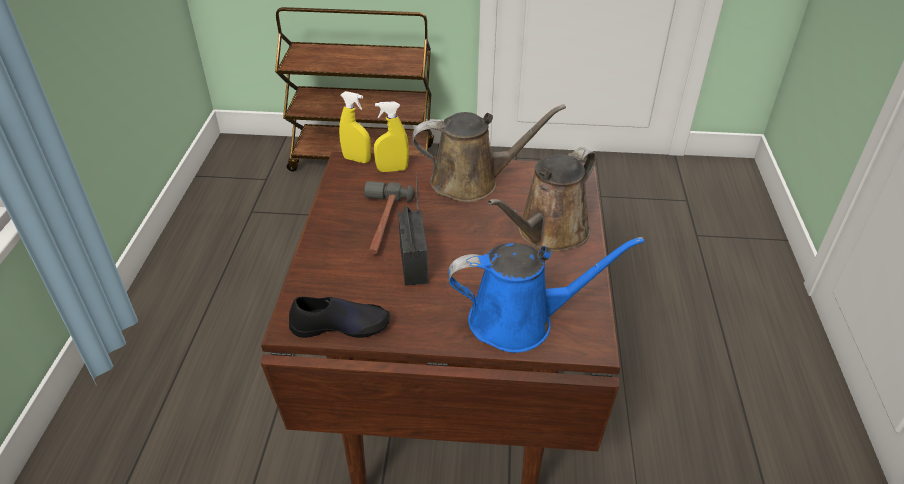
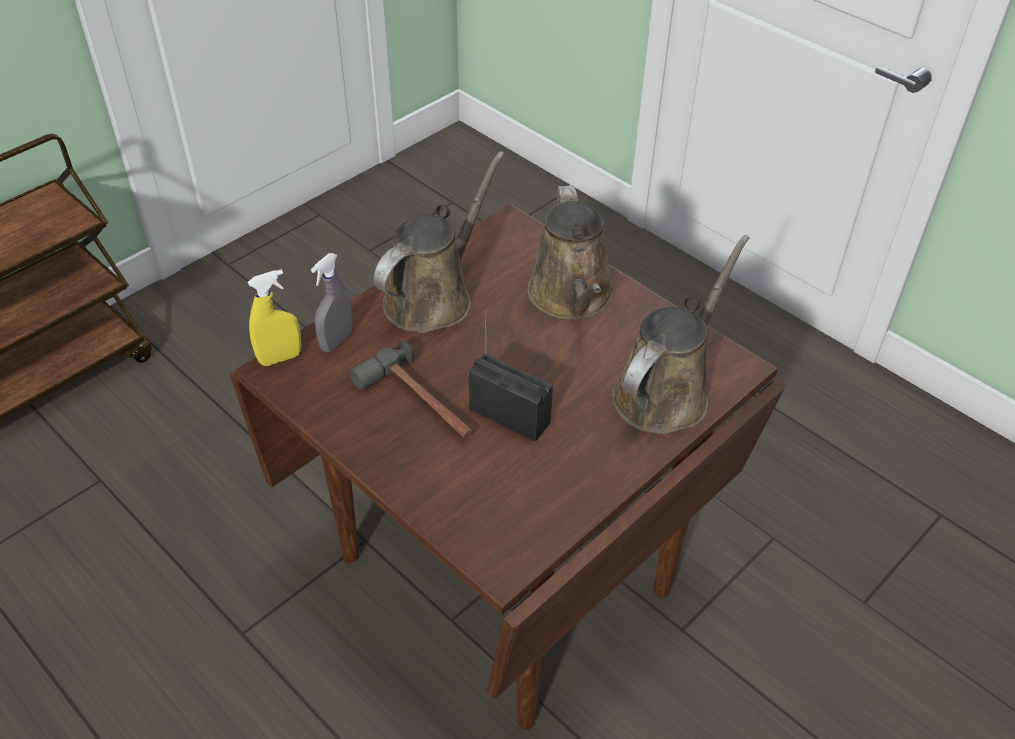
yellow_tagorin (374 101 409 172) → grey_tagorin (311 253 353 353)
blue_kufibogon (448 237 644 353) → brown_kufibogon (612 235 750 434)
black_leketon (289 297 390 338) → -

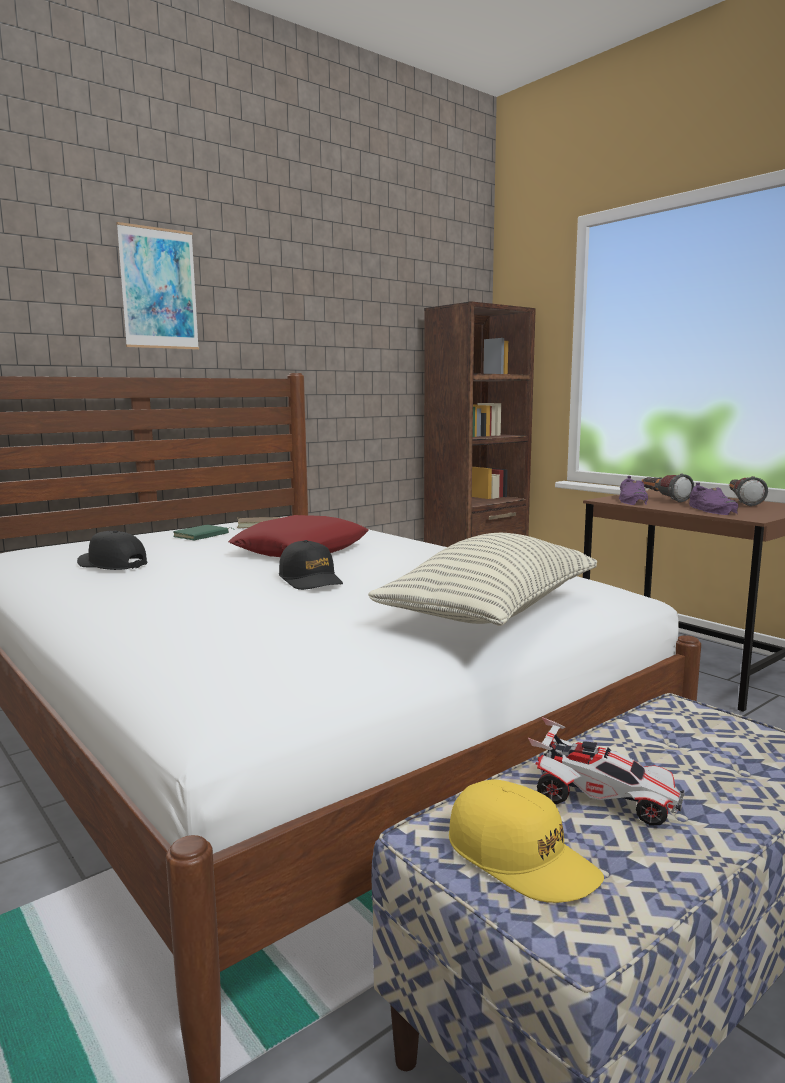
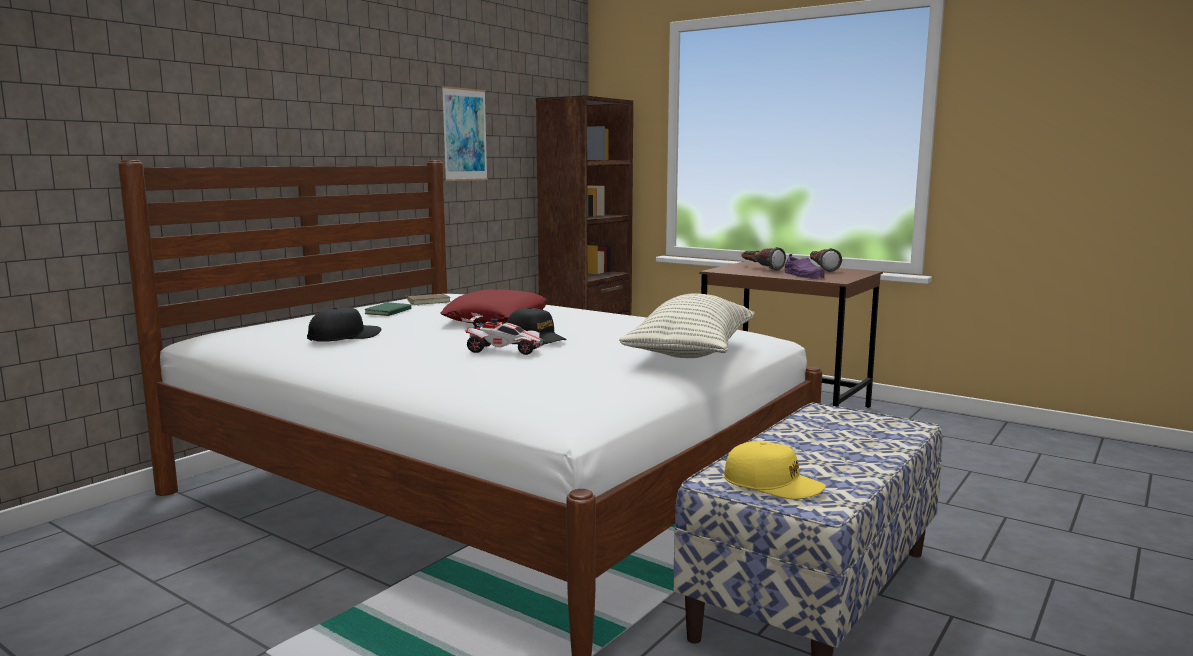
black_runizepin (77 530 147 570) → black_runizepin (307 307 382 342), 120 degrees clockwise
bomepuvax (116 222 199 350) → bomepuvax (442 86 488 181), shifted
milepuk (528 717 685 826) → milepuk (461 312 545 355), shifted
purple_leketon (619 476 648 505) → -

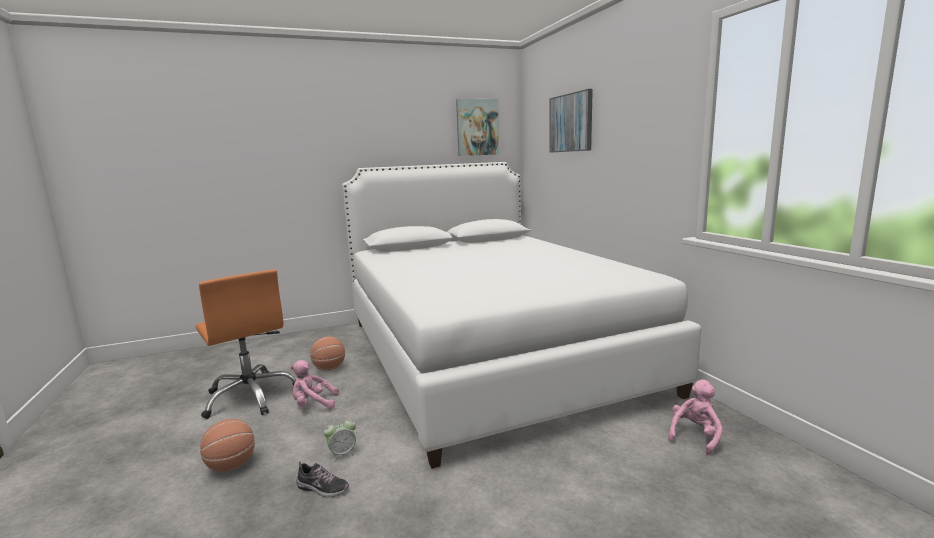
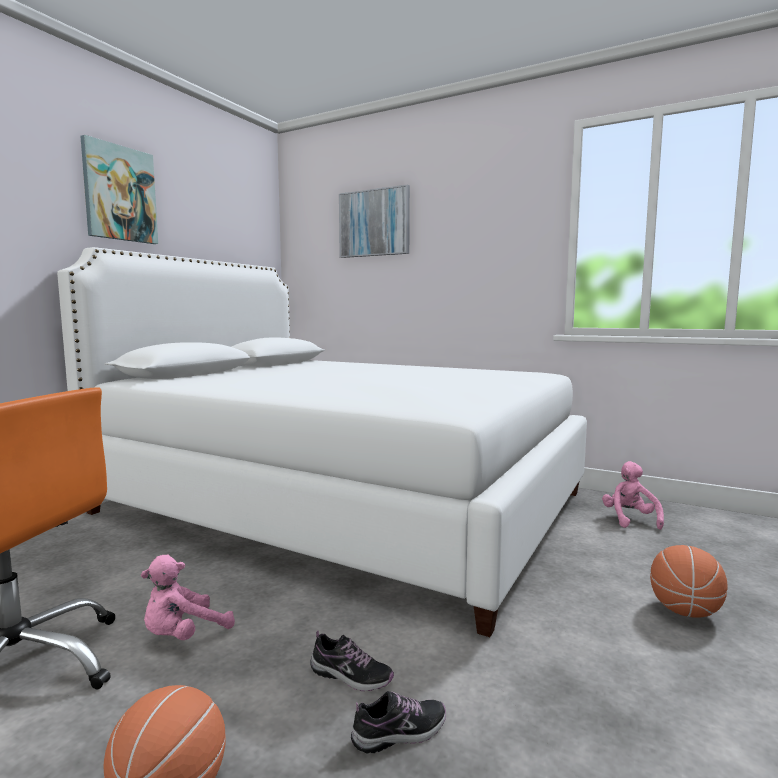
bomepuvax (456 99 499 156) → bomepuvax (80 135 158 244), shifted
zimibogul (324 417 358 462) → leketon (310 631 394 691)
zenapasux (310 336 345 371) → zenapasux (650 545 728 618), shifted

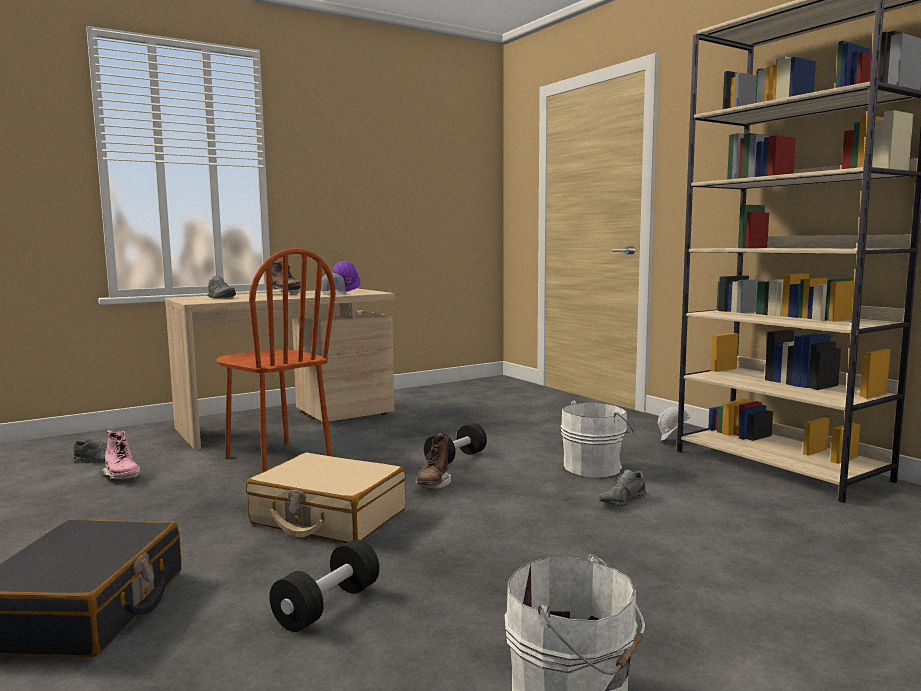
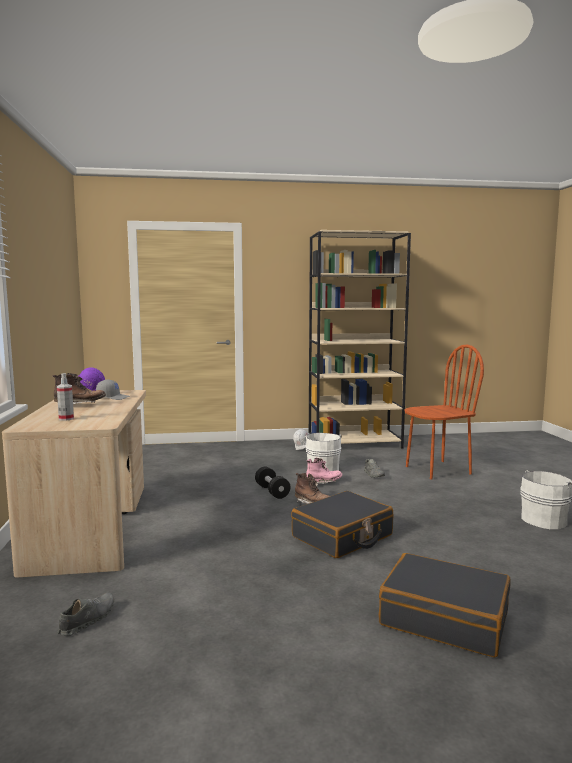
grey_leketon (207 275 236 298) → tagorin (57 373 74 421)
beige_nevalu (245 452 406 543) → black_nevalu (291 491 393 558)
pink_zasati (100 430 141 480) → pink_zasati (306 458 342 486), shifted
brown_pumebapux (216 248 336 473) → brown_pumebapux (405 345 484 480), shifted
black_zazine (269 539 380 632) → -

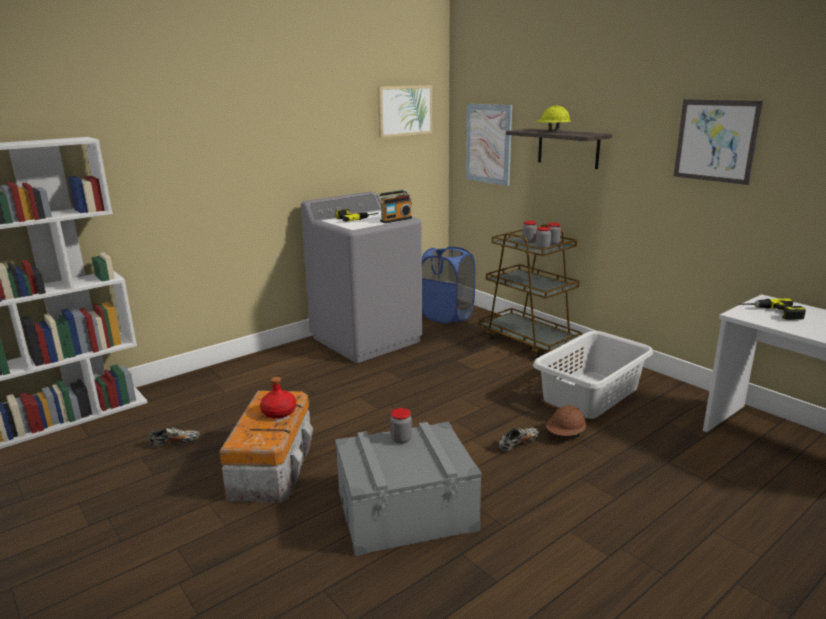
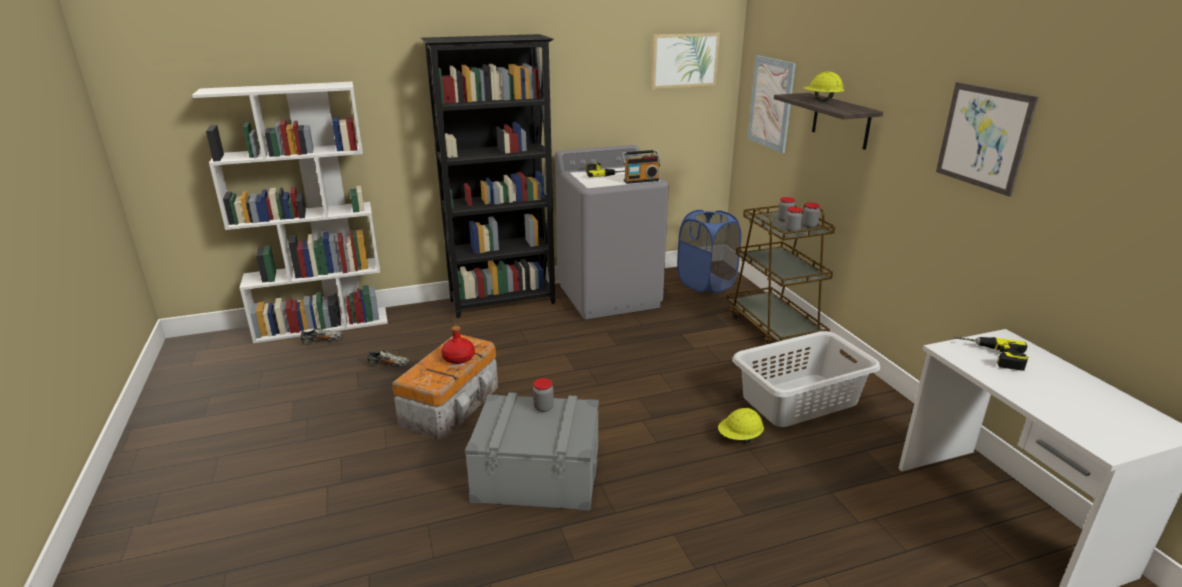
leketon (499 427 539 451) → leketon (300 328 344 345), shifted
- → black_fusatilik (420 34 555 318)
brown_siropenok (546 405 586 437) → yellow_siropenok (718 408 764 443)

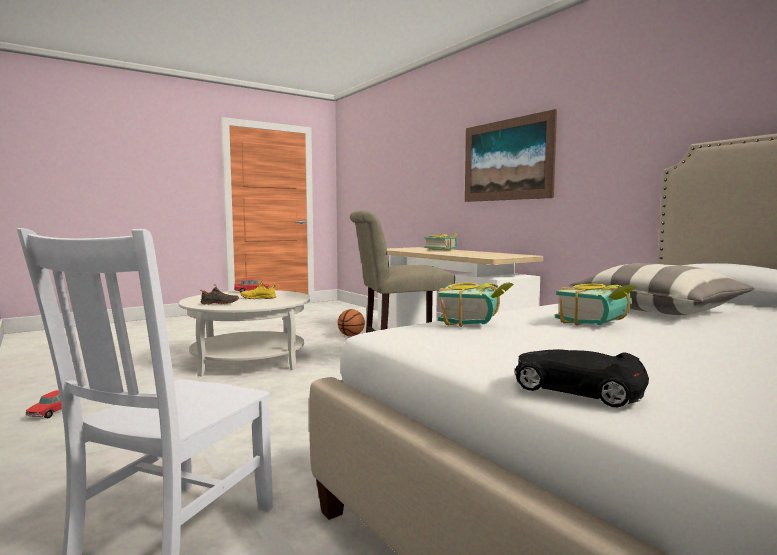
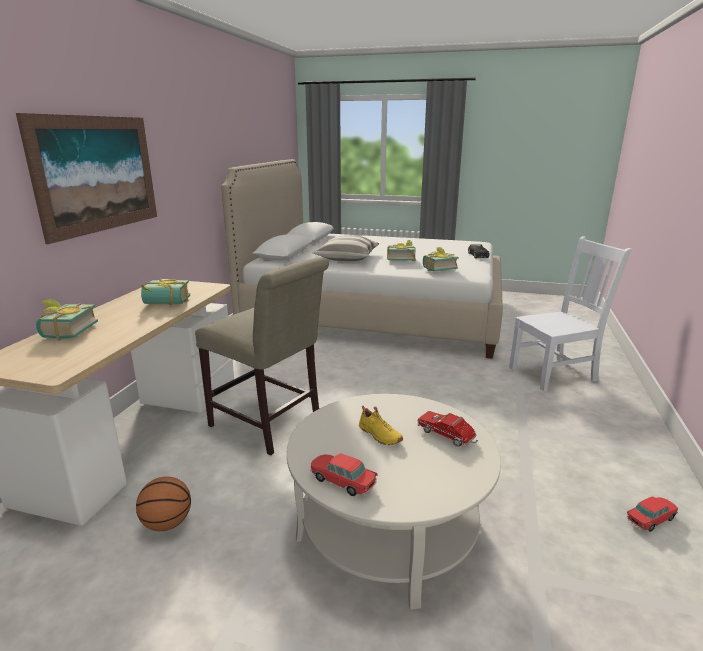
- → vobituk (141 279 190 305)
black_leketon (200 284 239 304) → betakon (417 411 478 447)

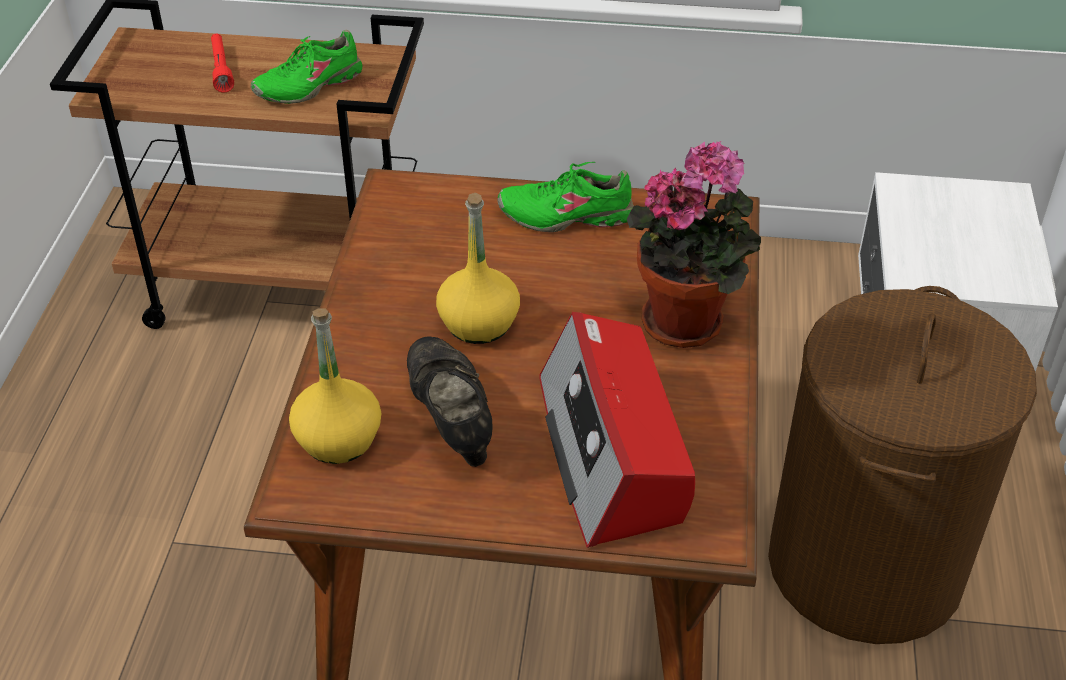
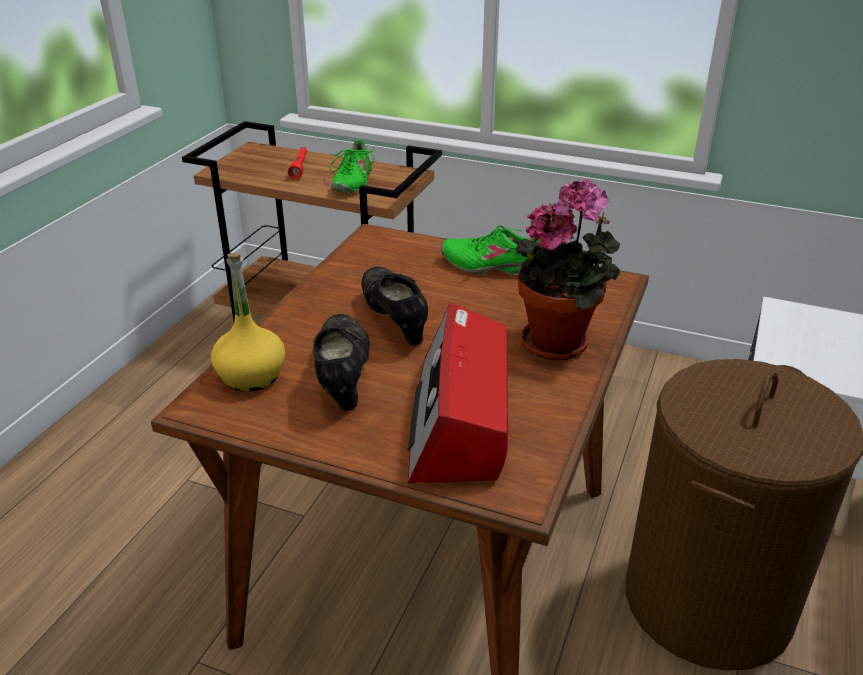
green_leketon (251 29 362 104) → green_leketon (330 139 376 192), 60 degrees counterclockwise
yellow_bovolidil (436 193 520 344) → black_leketon (362 267 428 346)

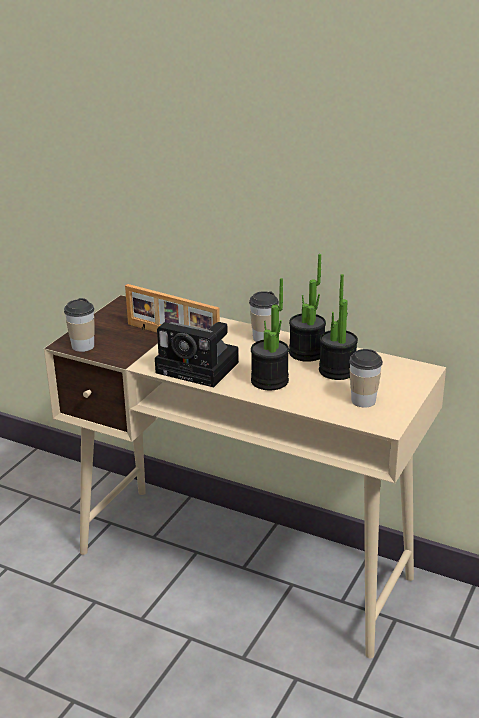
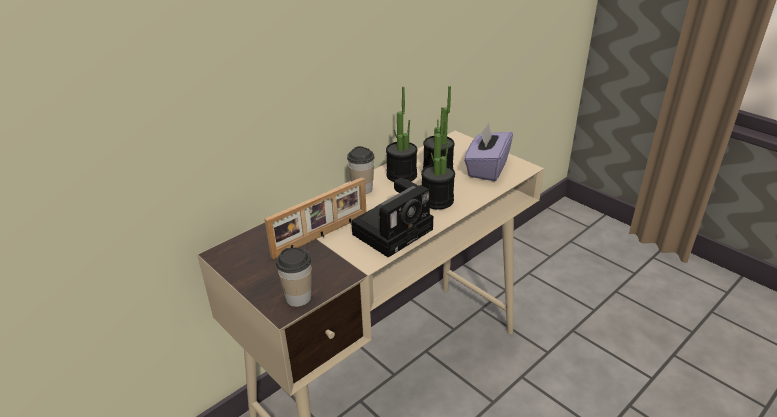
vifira (349 349 383 407) → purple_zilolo (464 123 513 181)

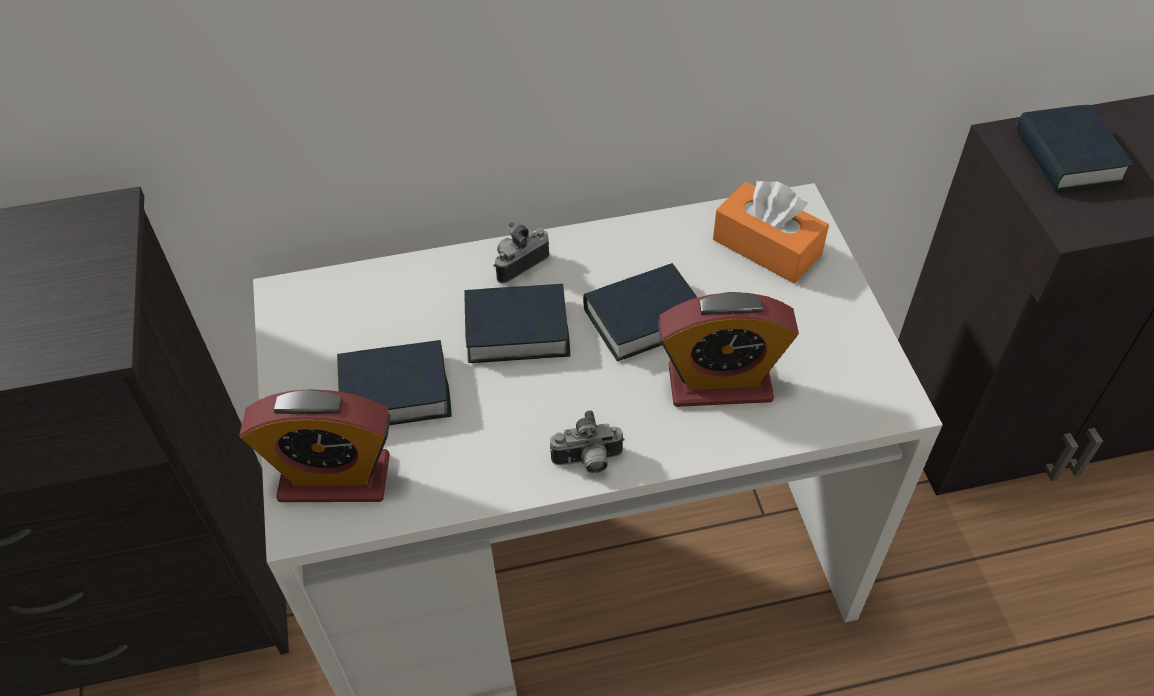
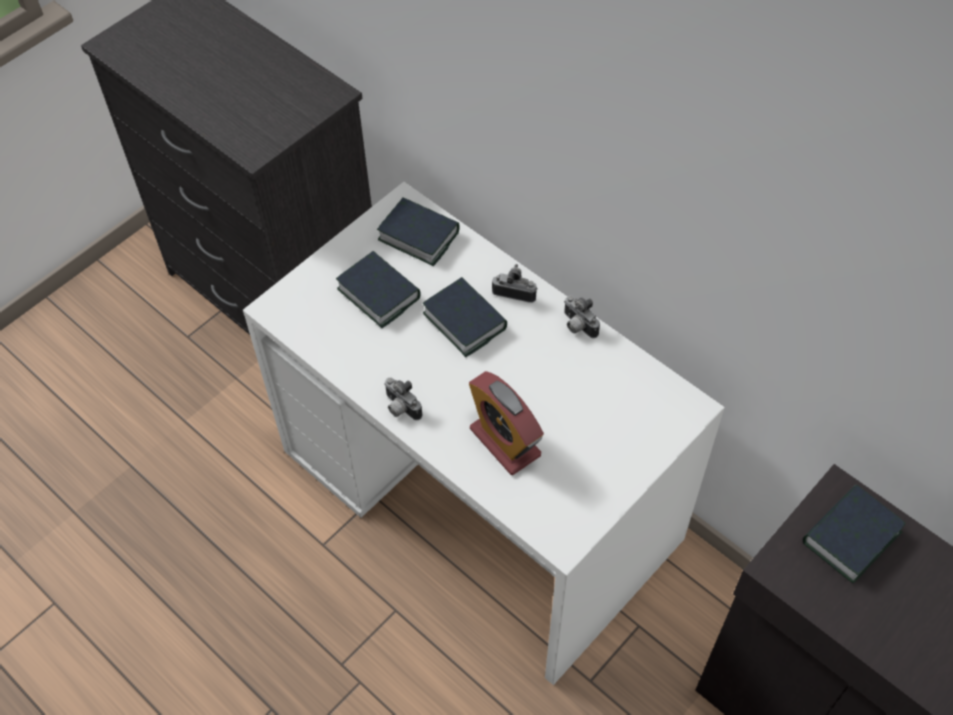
vobituk (583 263 698 361) → vobituk (377 197 460 266), shifted
- → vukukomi (564 295 600 338)
zimibogul (239 389 391 502) → -
orange_zilolo (713 180 829 284) → -

